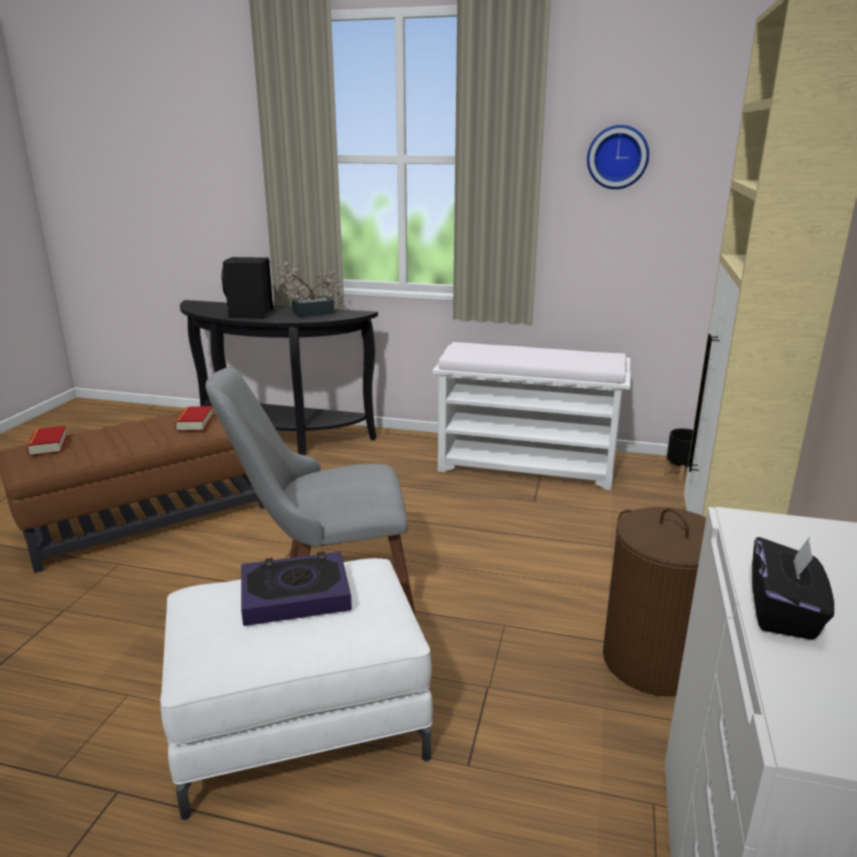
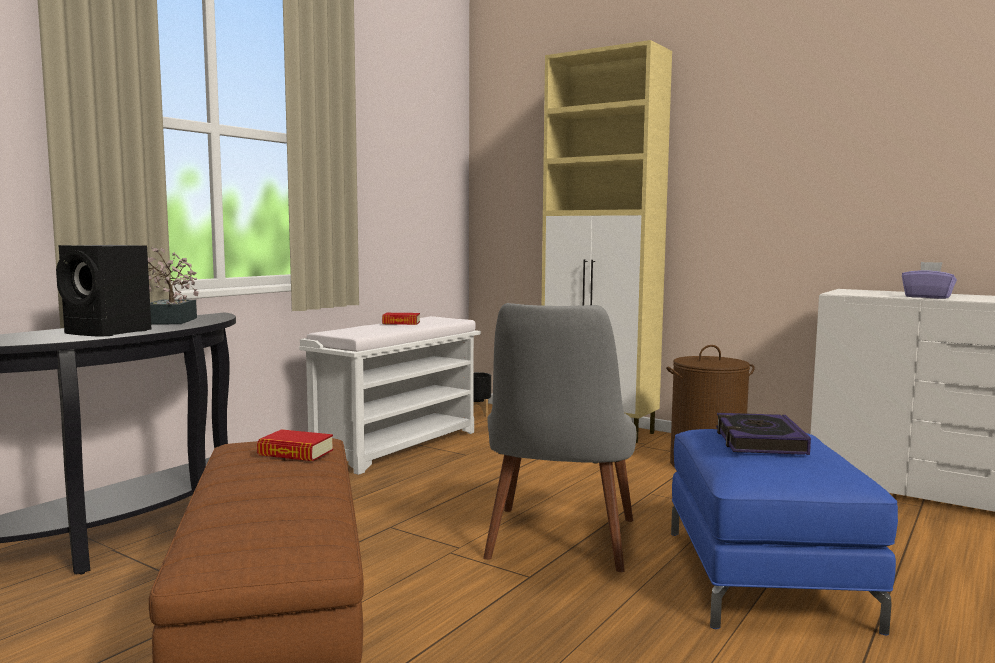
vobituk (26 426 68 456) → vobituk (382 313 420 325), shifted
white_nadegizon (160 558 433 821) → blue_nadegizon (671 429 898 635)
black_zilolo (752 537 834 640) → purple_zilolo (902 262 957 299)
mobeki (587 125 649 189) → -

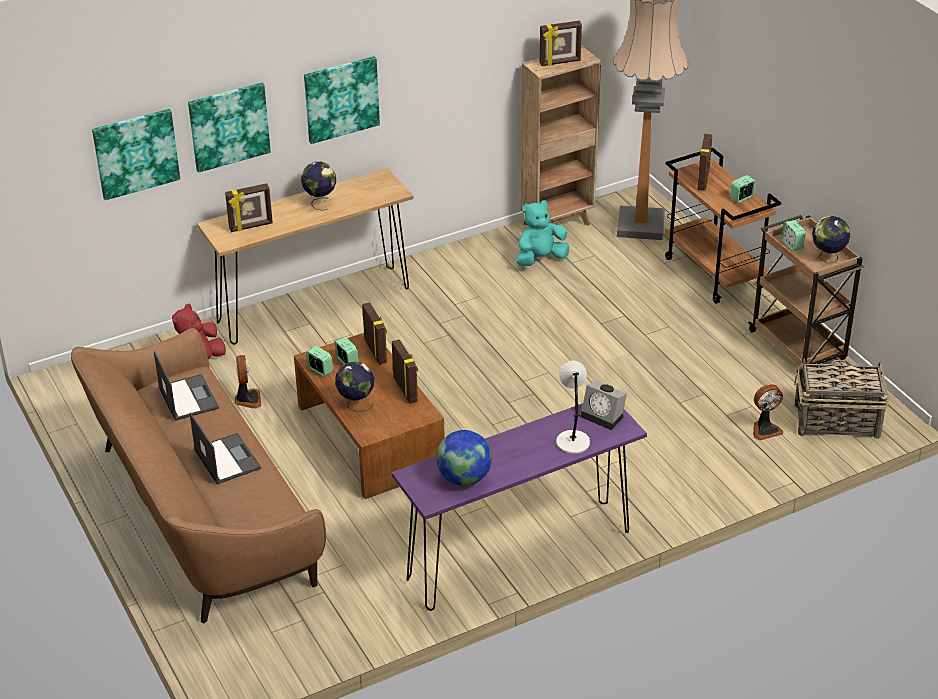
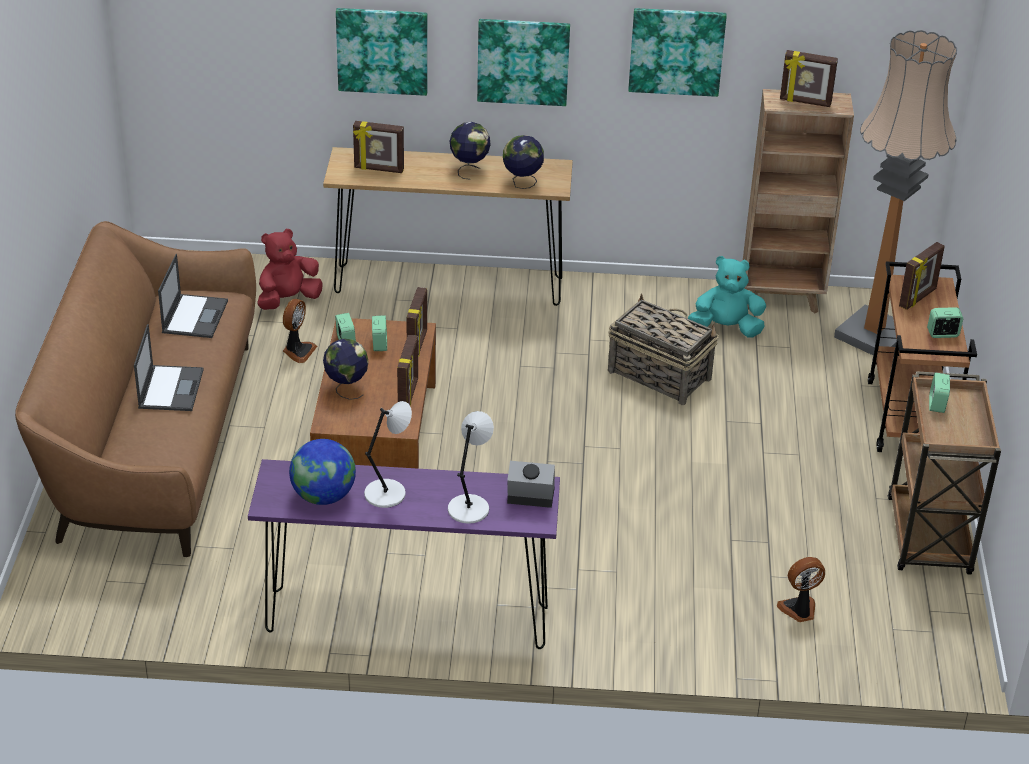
- → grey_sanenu (364 401 412 508)
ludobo (812 216 850 264) → ludobo (503 135 544 189), shifted
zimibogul (580 381 627 430) → zimibogul (507 461 555 508), 120 degrees clockwise
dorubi (794 359 888 439) → dorubi (608 293 719 405), shifted
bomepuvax (92 109 180 200) → bomepuvax (628 8 727 97), shifted
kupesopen (753 384 783 441) → kupesopen (777 557 825 622), 150 degrees clockwise

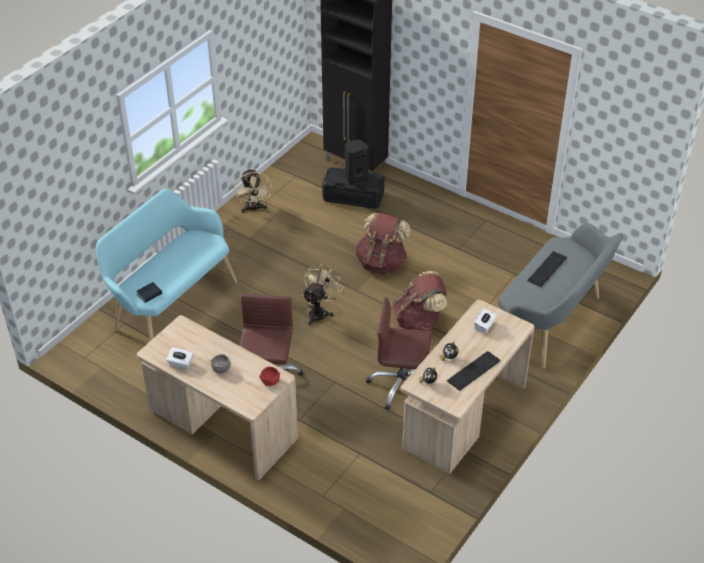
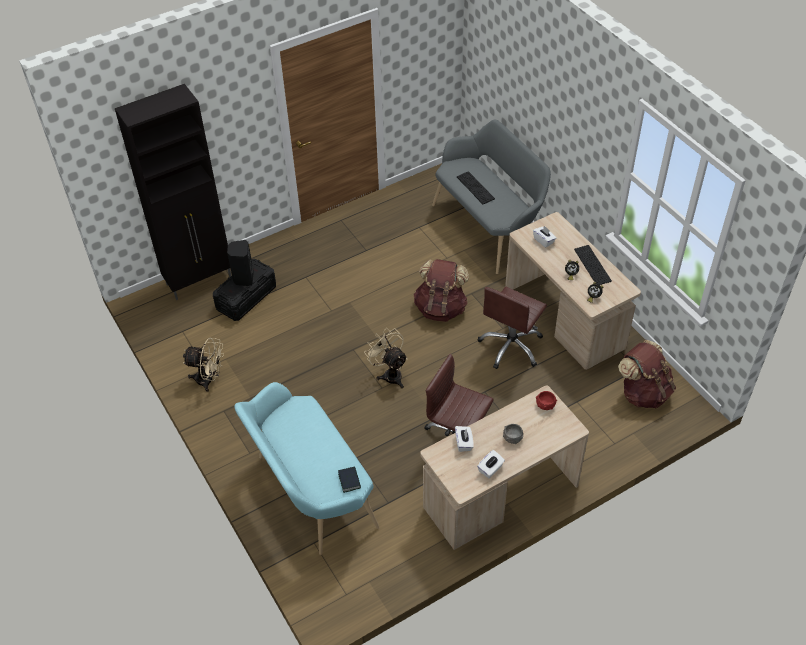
- → white_zilolo (455 426 474 452)
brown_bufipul (356 212 411 274) → brown_bufipul (618 340 676 408), shifted

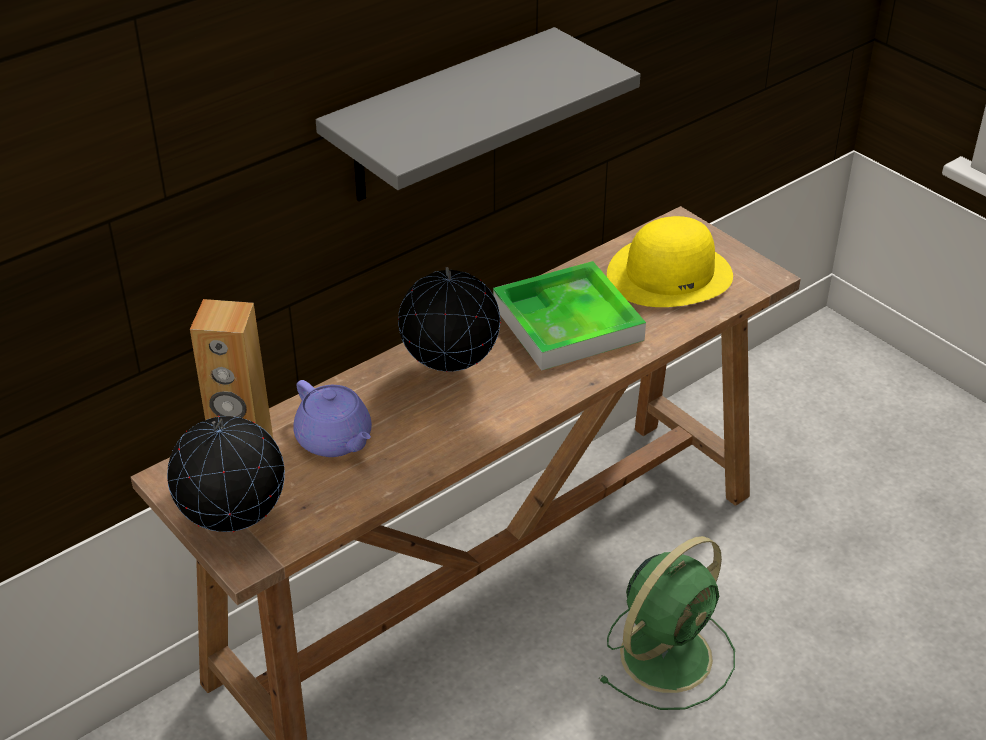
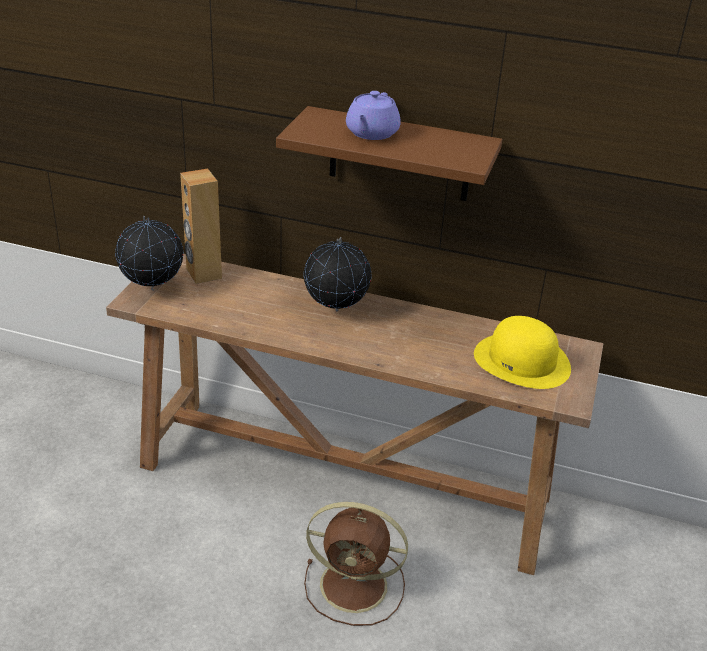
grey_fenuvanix (316 27 641 201) → brown_fenuvanix (276 106 502 201)
green_kupesopen (599 536 735 710) → brown_kupesopen (304 502 408 626)
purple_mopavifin (293 380 372 457) → purple_mopavifin (346 91 401 140), shifted
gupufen (493 261 646 371) → -

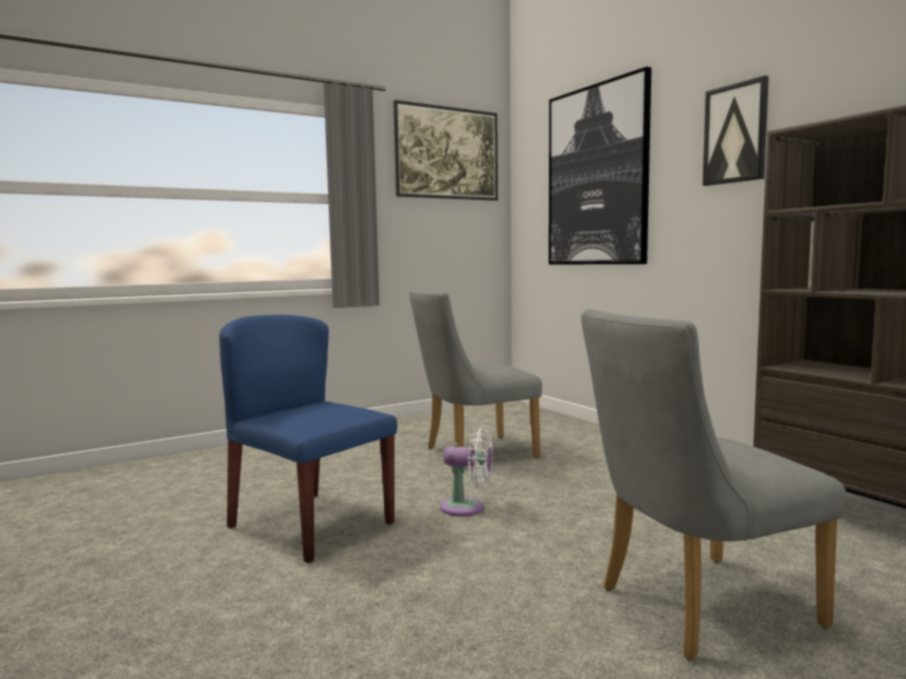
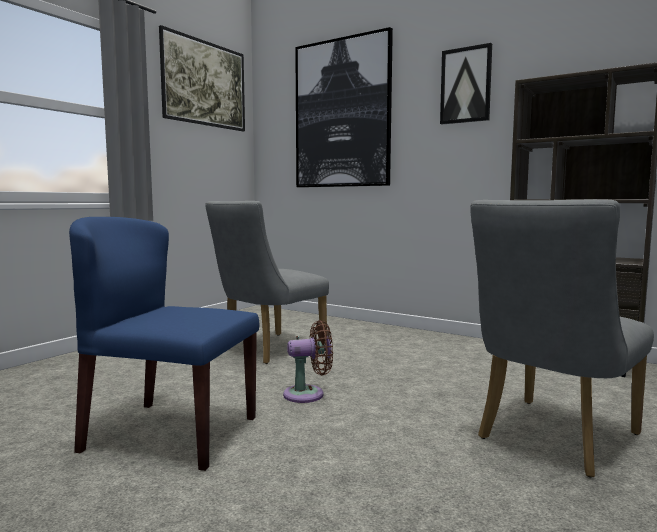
white_kupesopen (440 428 493 517) → brown_kupesopen (283 320 333 403)

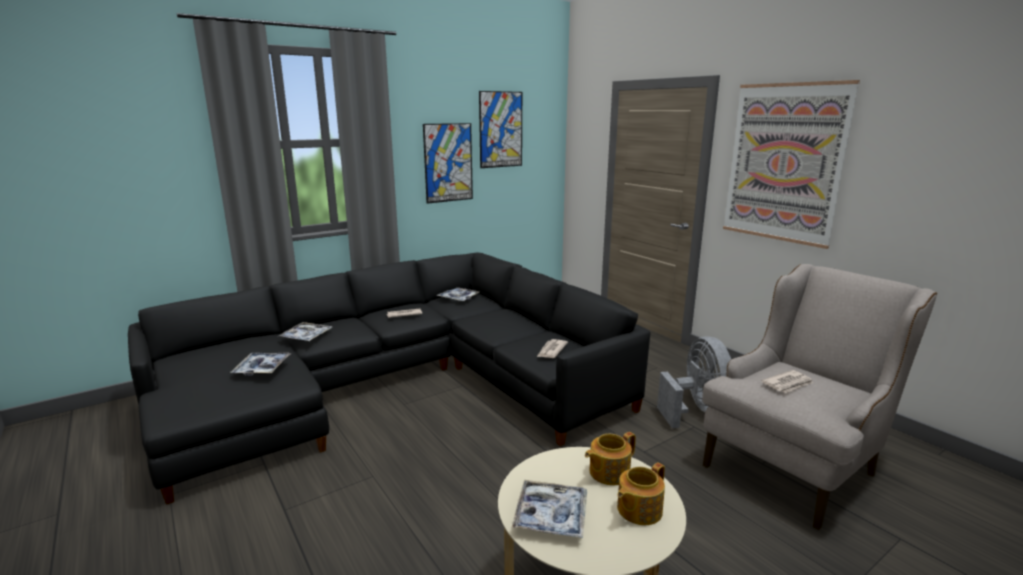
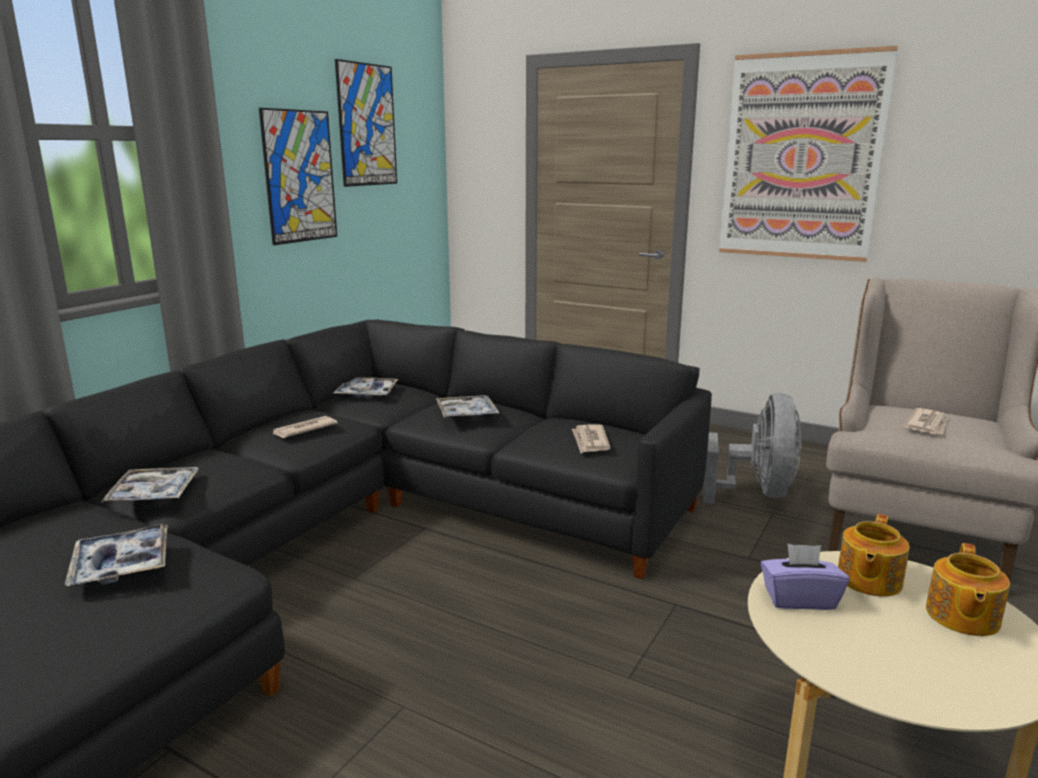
gupufen (512 480 587 538) → gupufen (436 395 499 418), shifted
grey_kupesopen (657 336 731 428) → grey_kupesopen (703 393 802 504), 45 degrees clockwise
- → purple_zilolo (760 544 849 610)

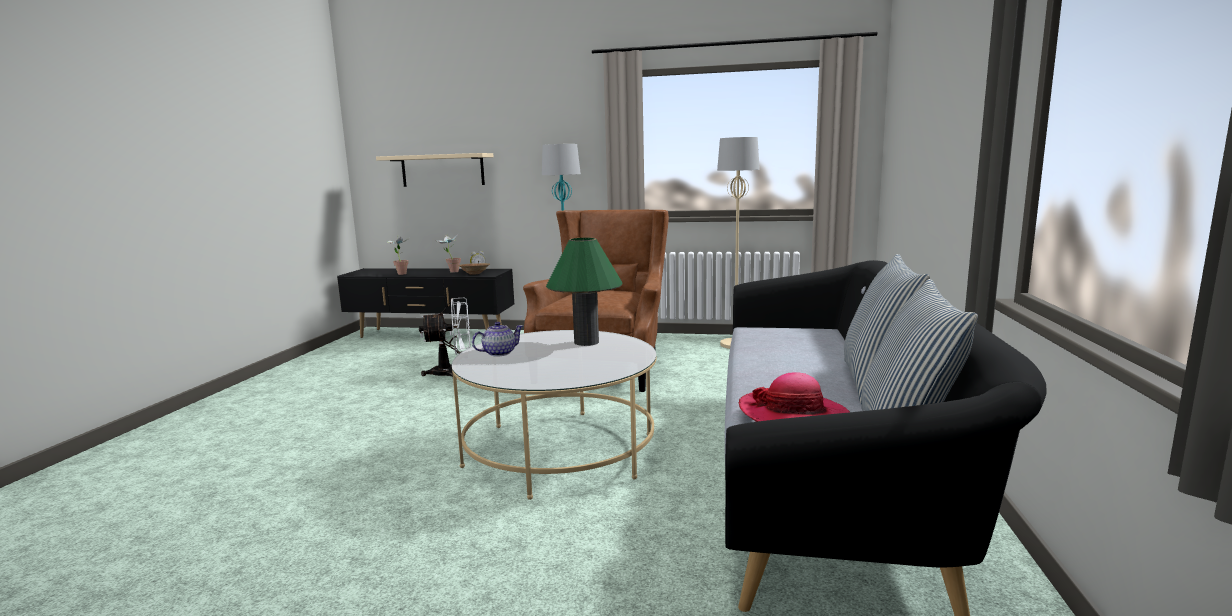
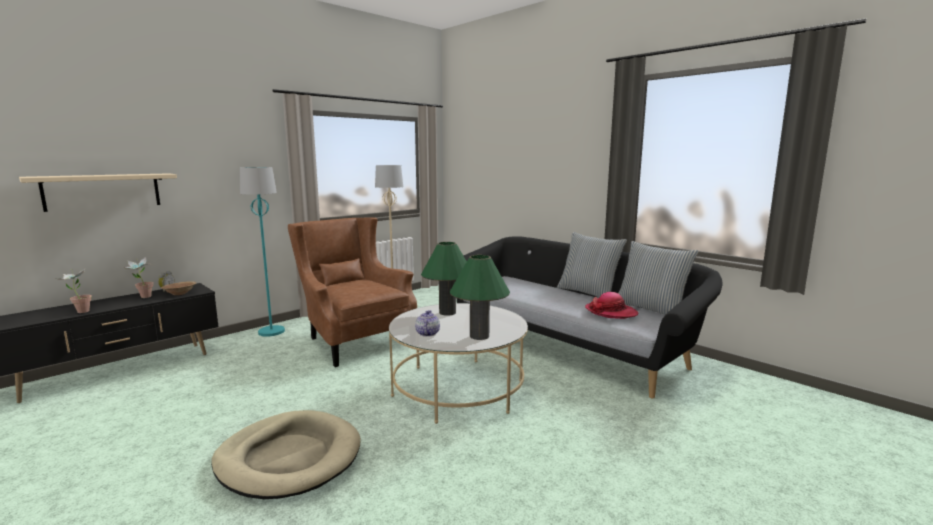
- → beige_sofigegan (211 410 361 499)
- → green_sanenu (450 255 510 340)
white_kupesopen (419 298 471 378) → -

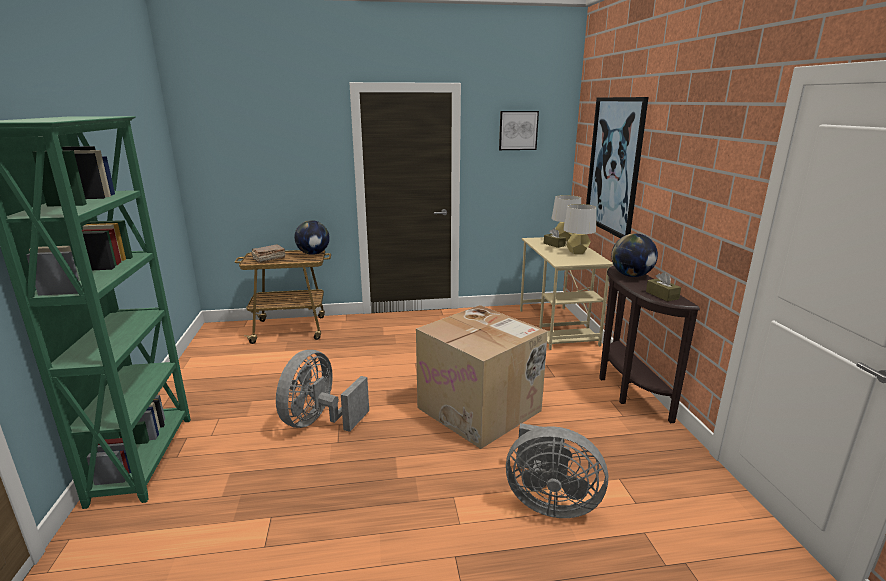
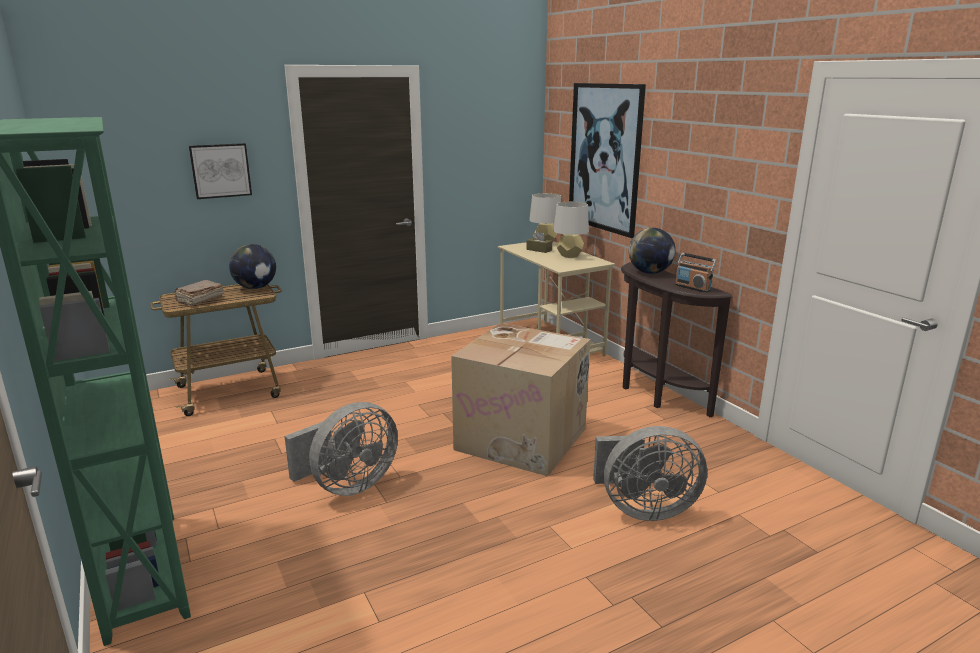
bomepuvax (499 111 539 150) → bomepuvax (189 143 252 199), shifted
grey_kupesopen (276 350 369 432) → grey_kupesopen (284 402 398 496), 135 degrees counterclockwise
brown_zilolo (646 272 681 301) → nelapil (675 253 717 293)

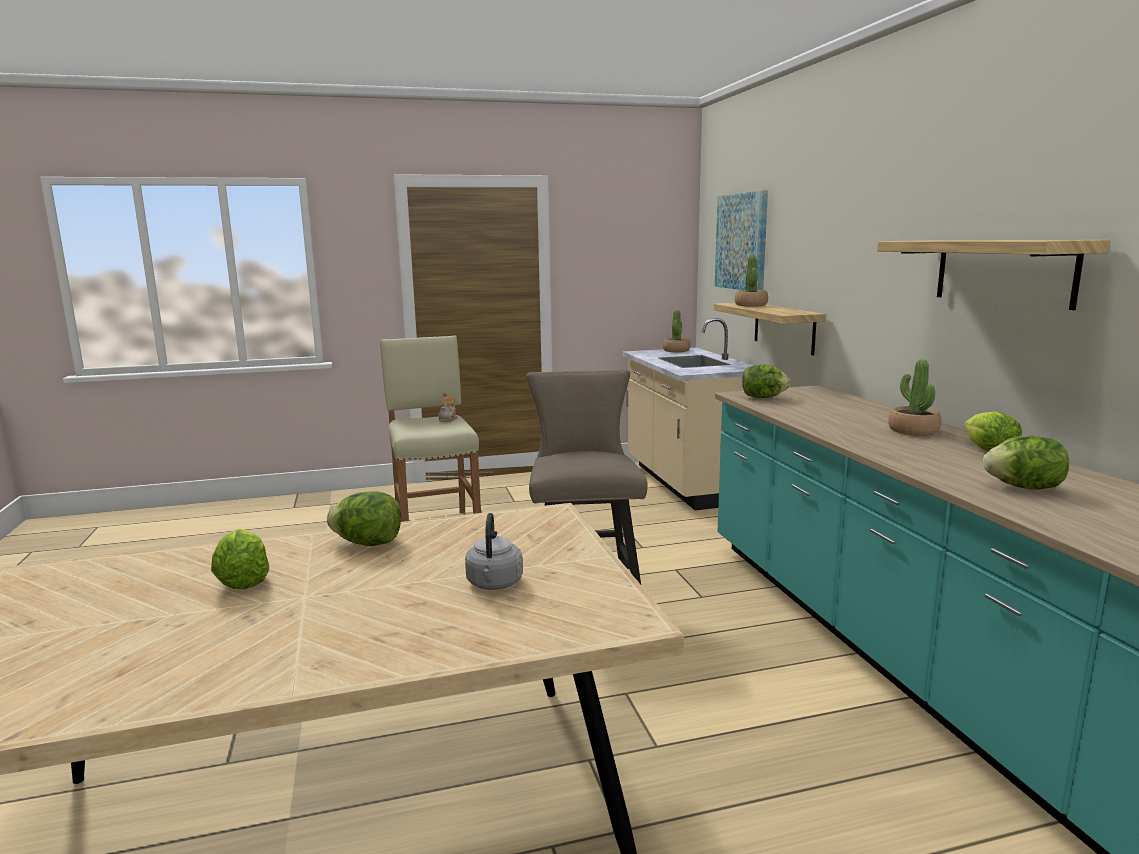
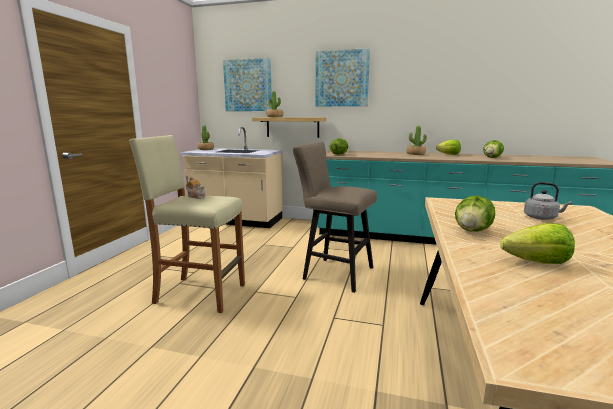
- → bomepuvax (315 48 370 106)
fenuvanix (877 240 1110 310) → -

